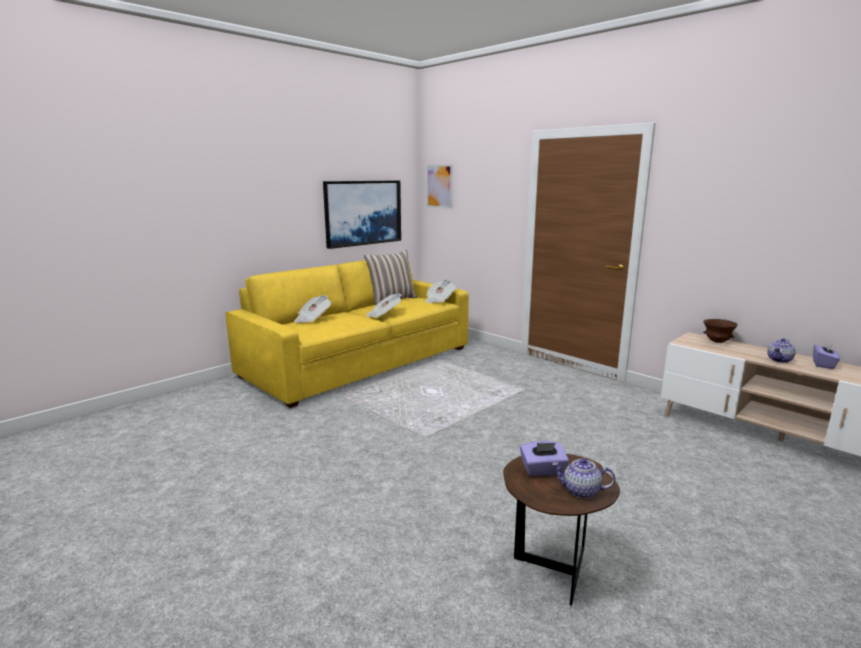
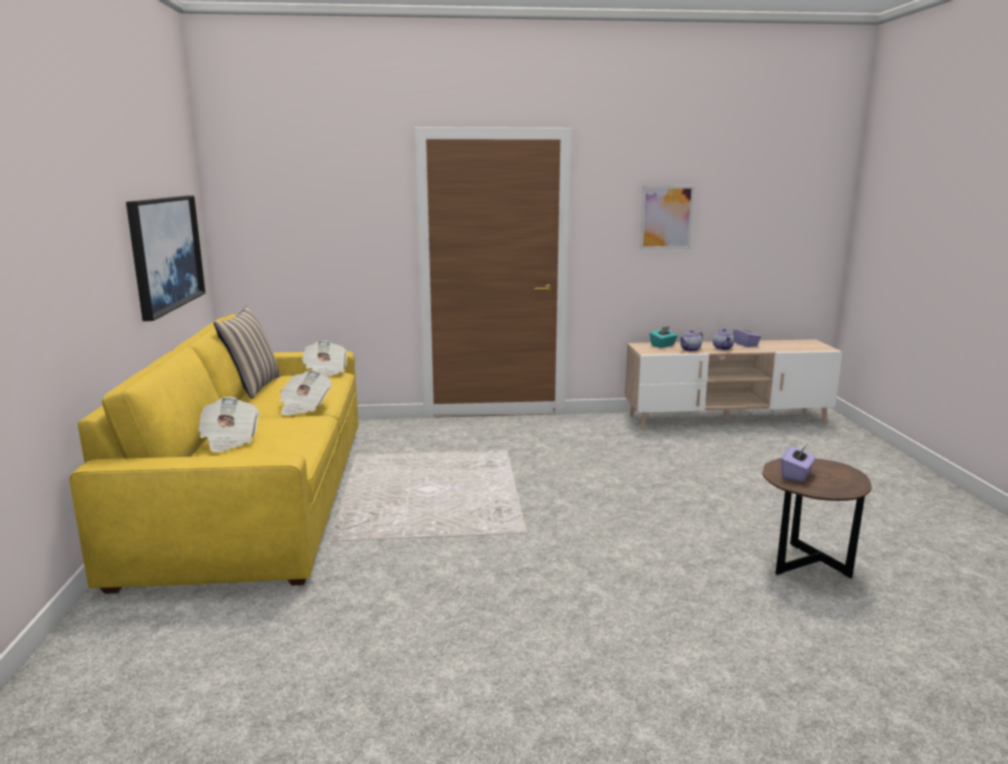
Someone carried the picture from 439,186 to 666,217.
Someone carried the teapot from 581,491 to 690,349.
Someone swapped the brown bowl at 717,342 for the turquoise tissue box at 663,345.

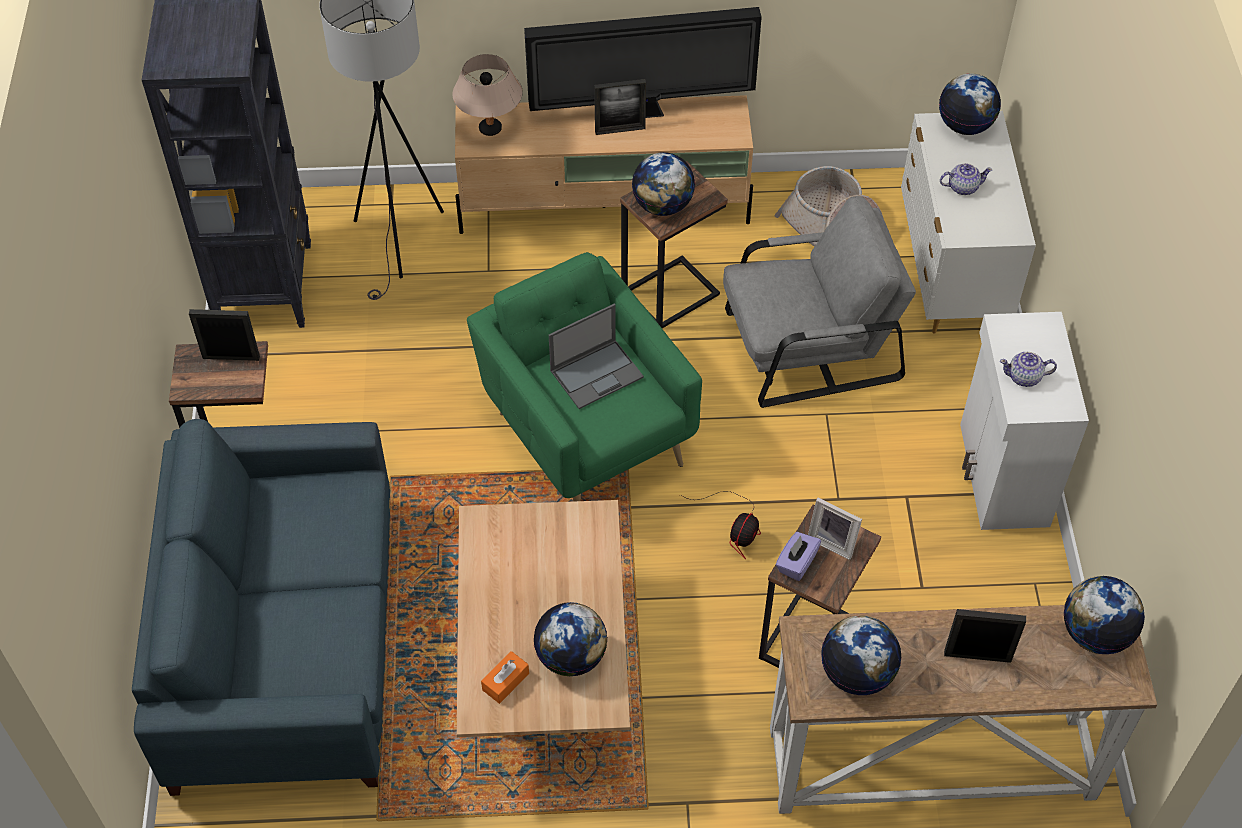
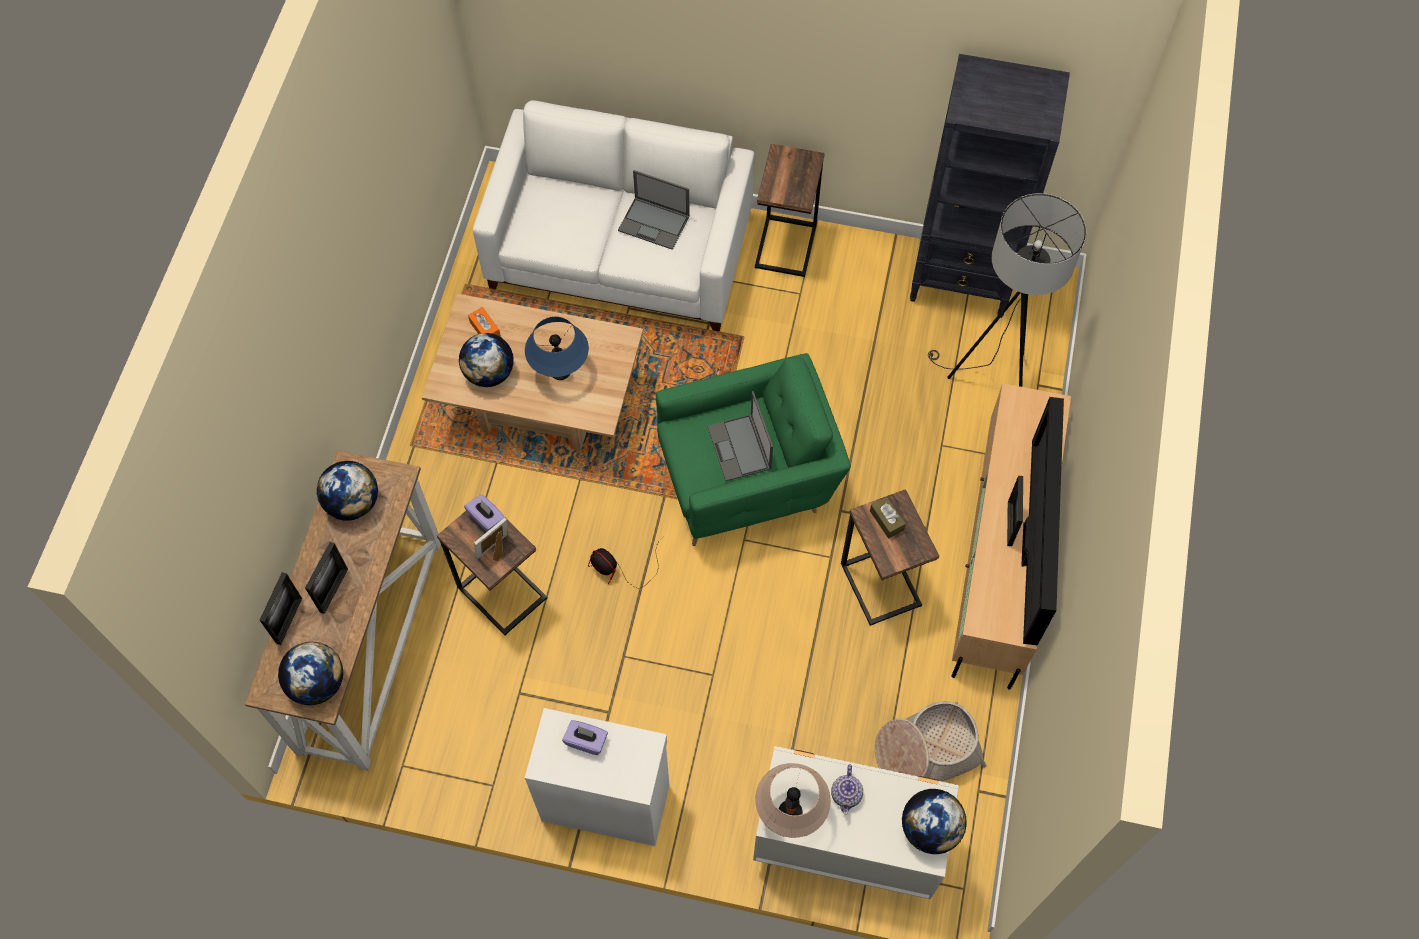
Someone repainted the blue sofa at 288,640, which became the white sofa at 621,252.
Someone carried the picture frame from 231,357 to 289,620.
Someone carried the beige table lamp from 490,128 to 790,812.
Someone swapped the globe at 662,206 for the brown tissue box at 886,520.
Someone took away the grey armchair at 808,345.
Someone swapped the teapot at 1024,377 for the purple tissue box at 586,741.
Someone put down the blue table lamp at 560,371.
Someone put down the laptop at 655,223.

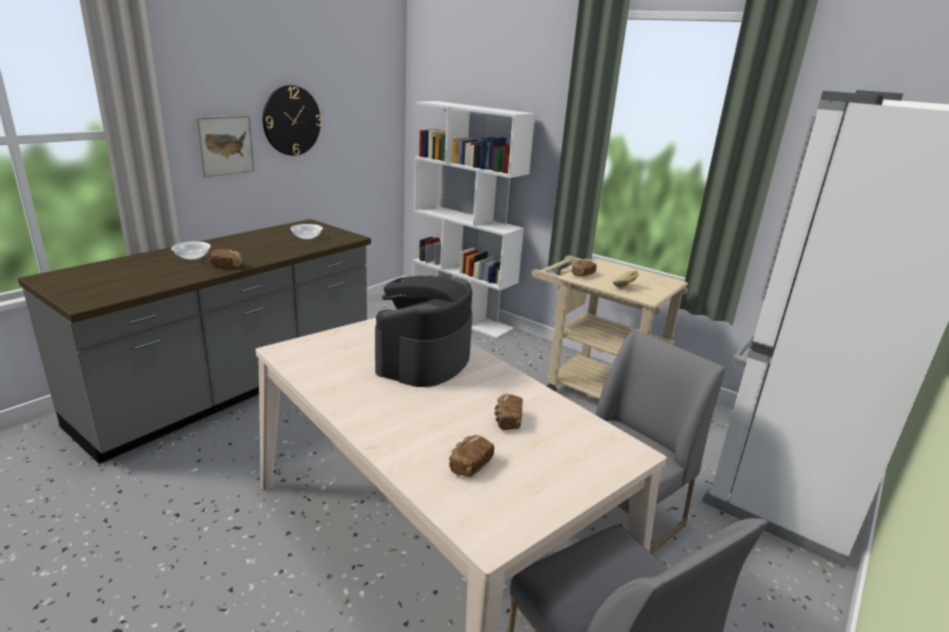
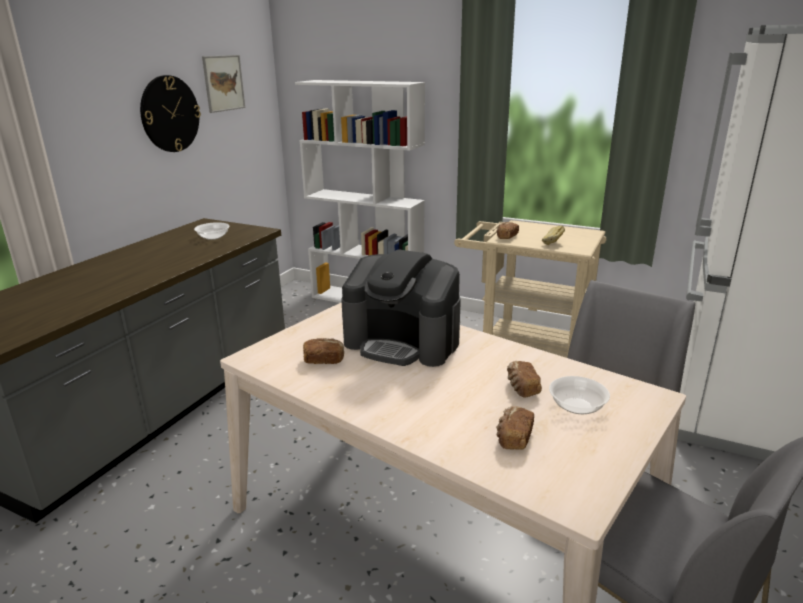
Someone carried the bowl from 192,257 to 577,406.
Someone carried the picture from 225,145 to 223,83.
Someone carried the bread from 227,265 to 324,360.
Someone rotated the coffee machine at 424,359 by 75 degrees counterclockwise.

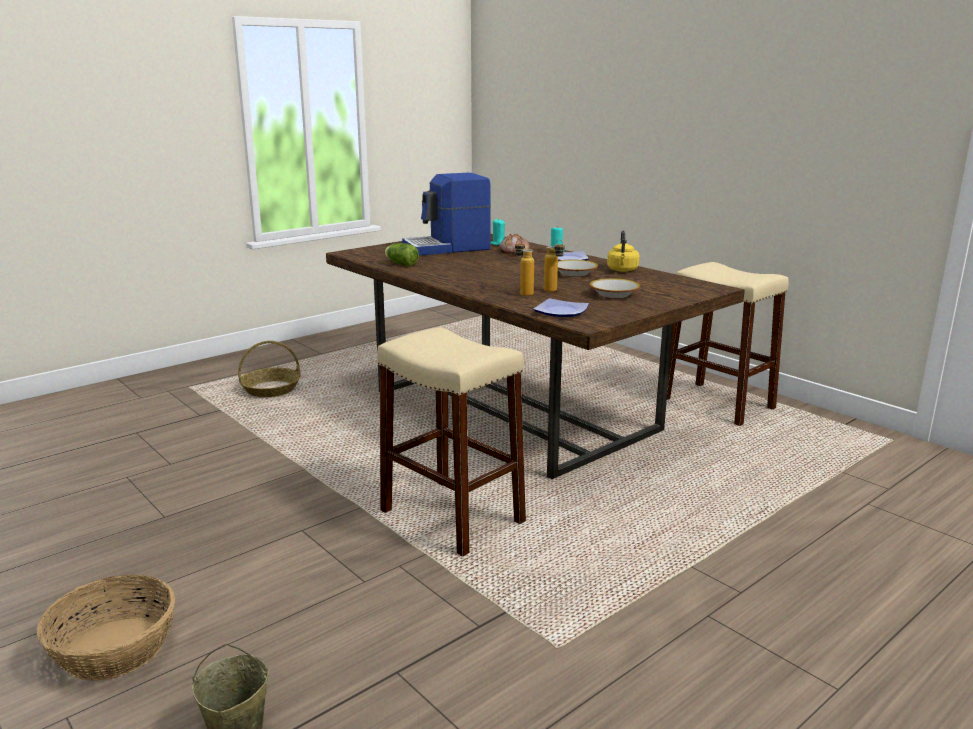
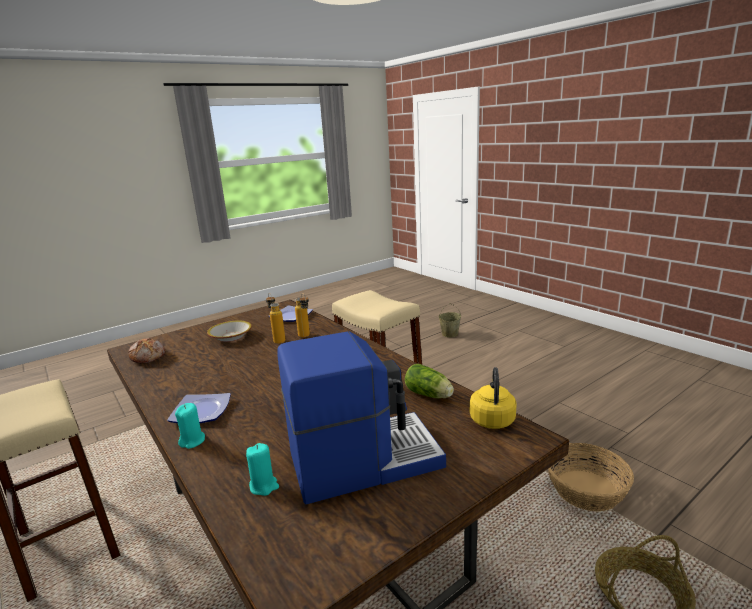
Someone carried the basket from 115,648 to 586,491.
Someone carried the bread from 514,252 to 148,356.
Someone took away the bowl at 574,274.
Someone carried the yellow kettle from 622,270 to 492,419.

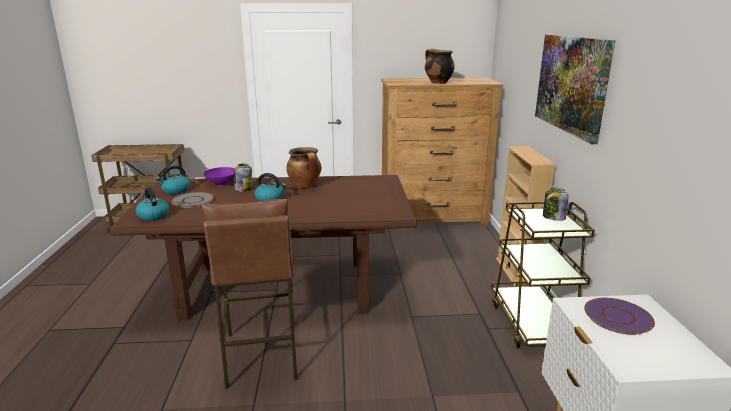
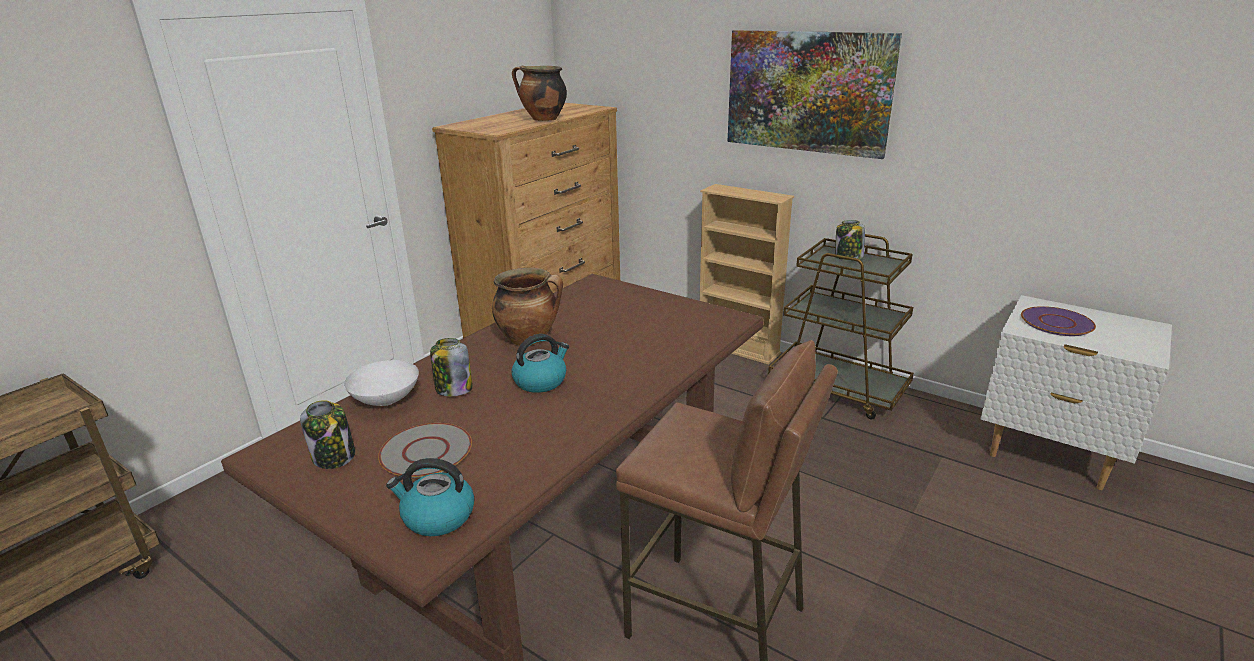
Someone swapped the kettle at 175,190 for the jar at 334,457.
Someone repainted the purple bowl at 221,183, which became the white bowl at 385,400.

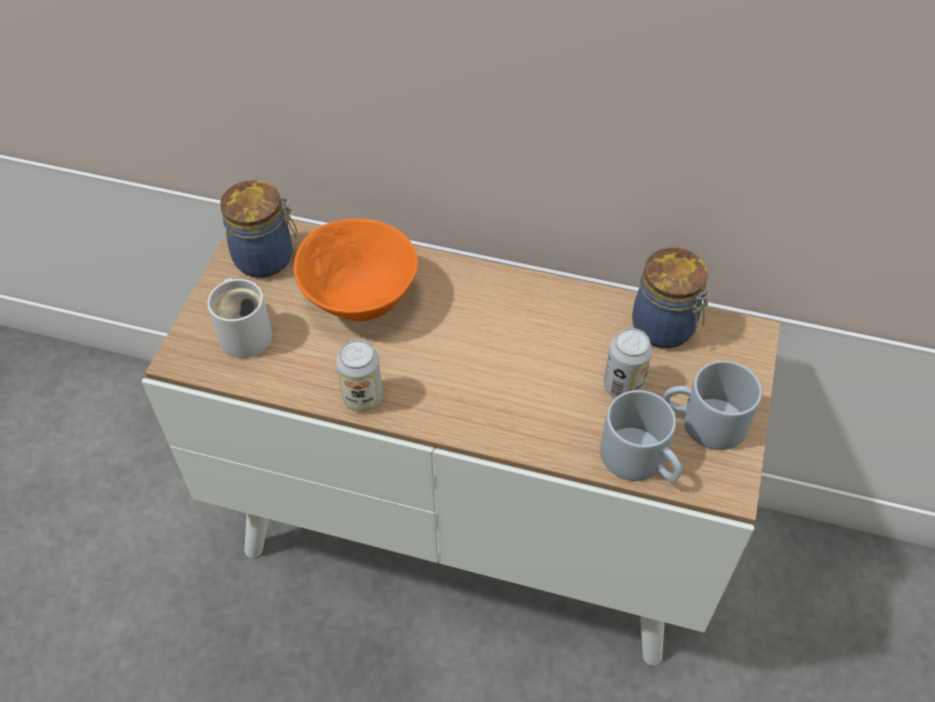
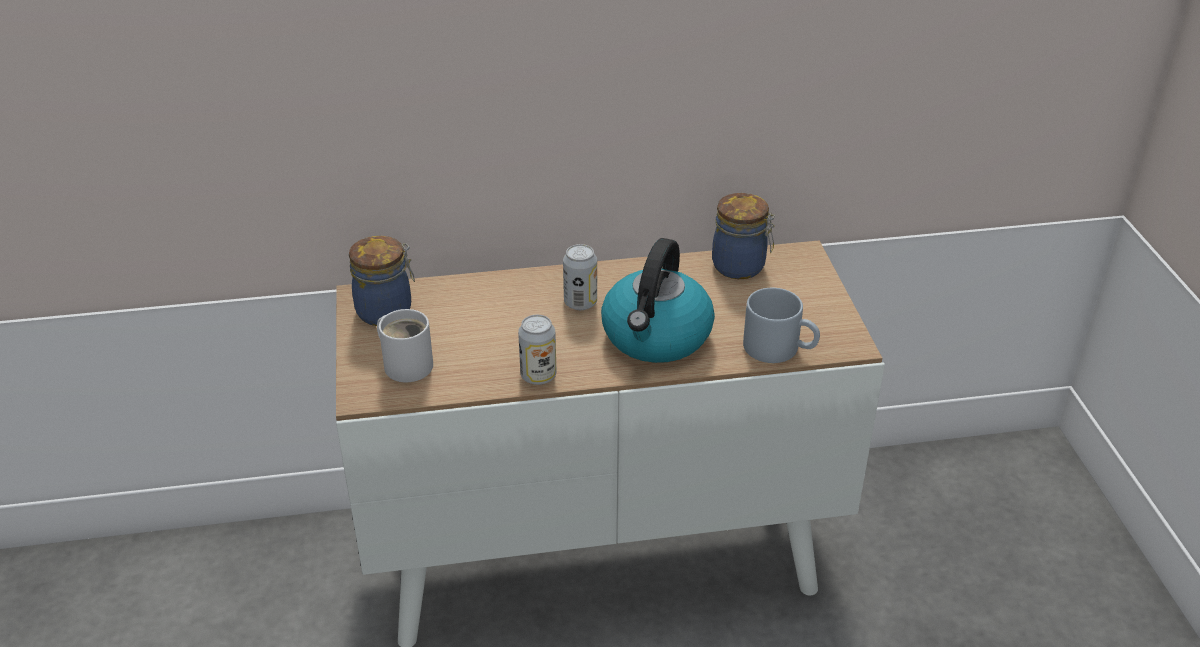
Someone took away the orange bowl at 358,302.
Someone carried the can from 623,386 to 580,303.
Someone took away the grey mug at 703,422.
Someone put down the kettle at 656,337.

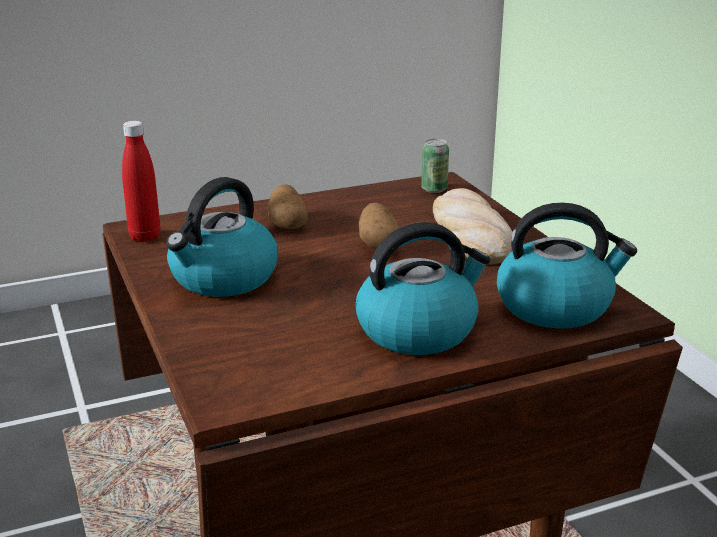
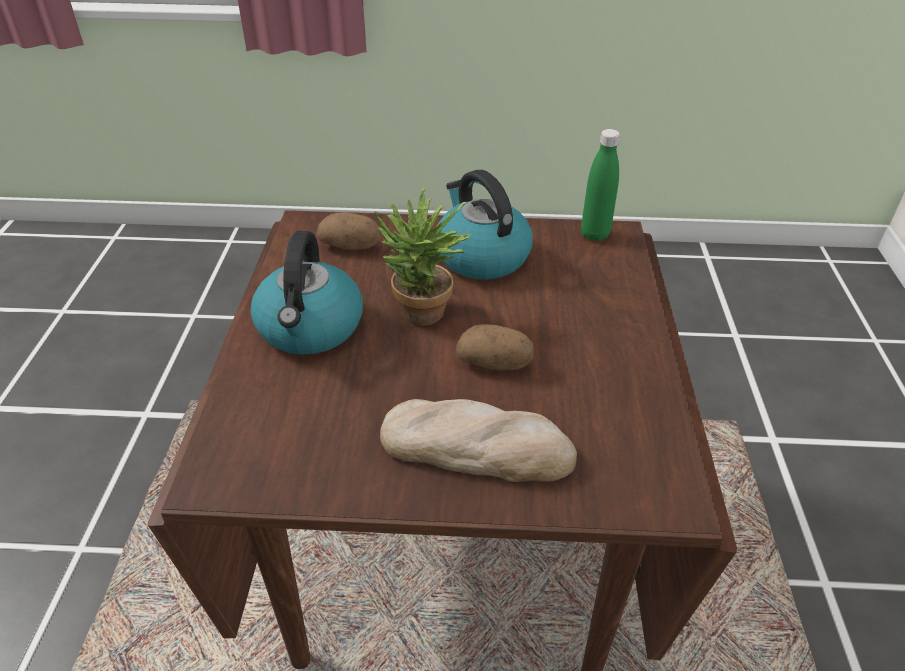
Someone repainted the red bottle at 145,237, which became the green bottle at 594,235.
Someone carried the potato from 287,224 to 350,246.
Someone took away the can at 434,189.
Someone took away the kettle at 555,306.
Someone put down the potted plant at 421,318.

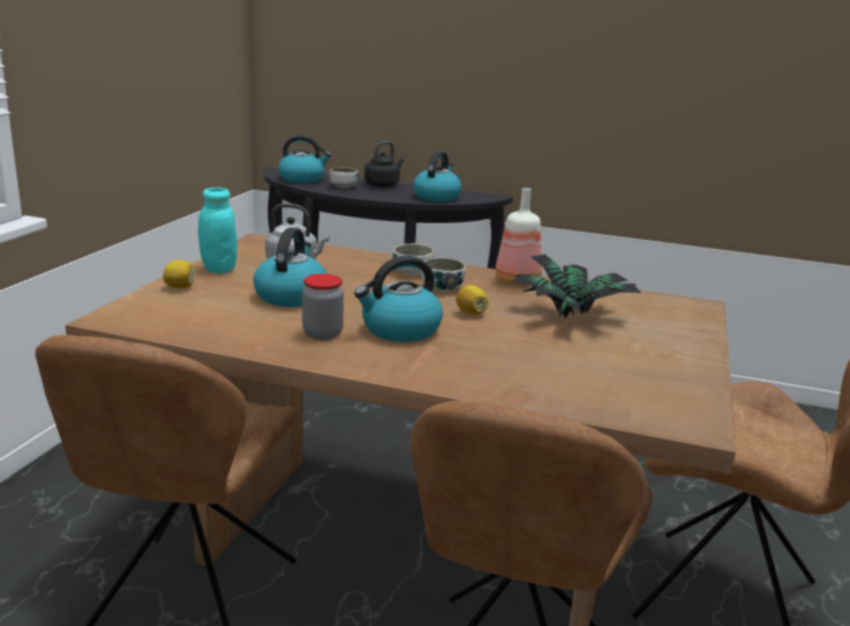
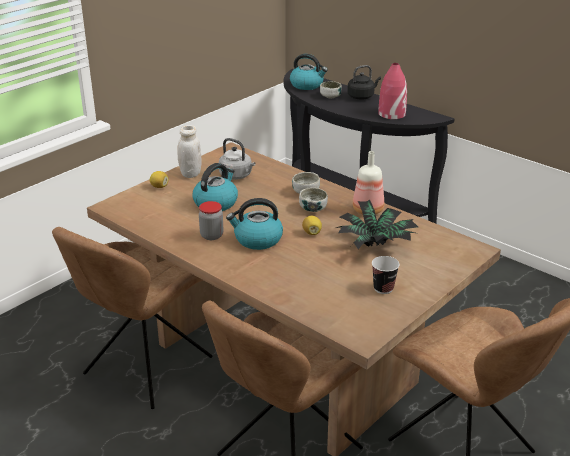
Someone repainted the turquoise jar at 219,269, which became the white jar at 190,174.
Someone swapped the kettle at 436,196 for the red vase at 391,114.
Someone put down the cup at 383,288.

